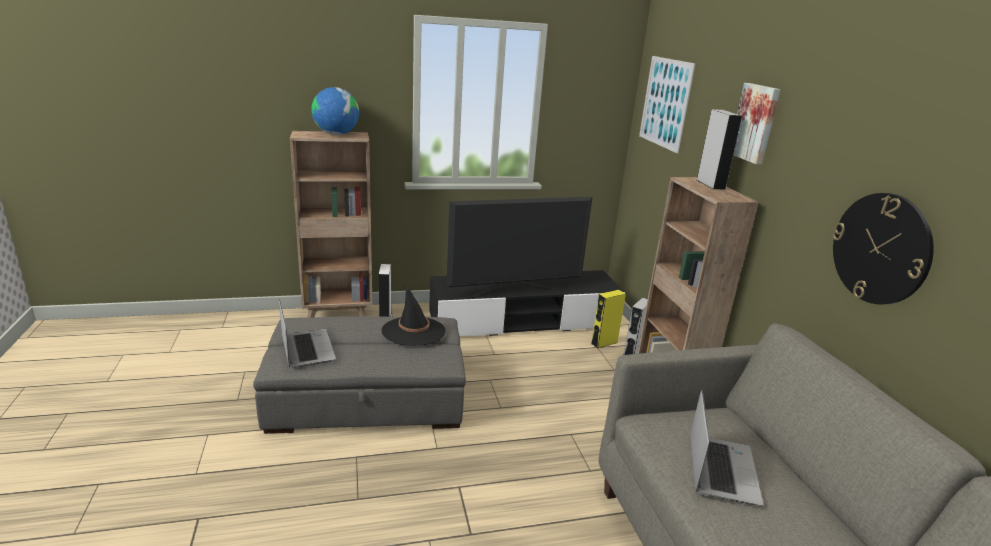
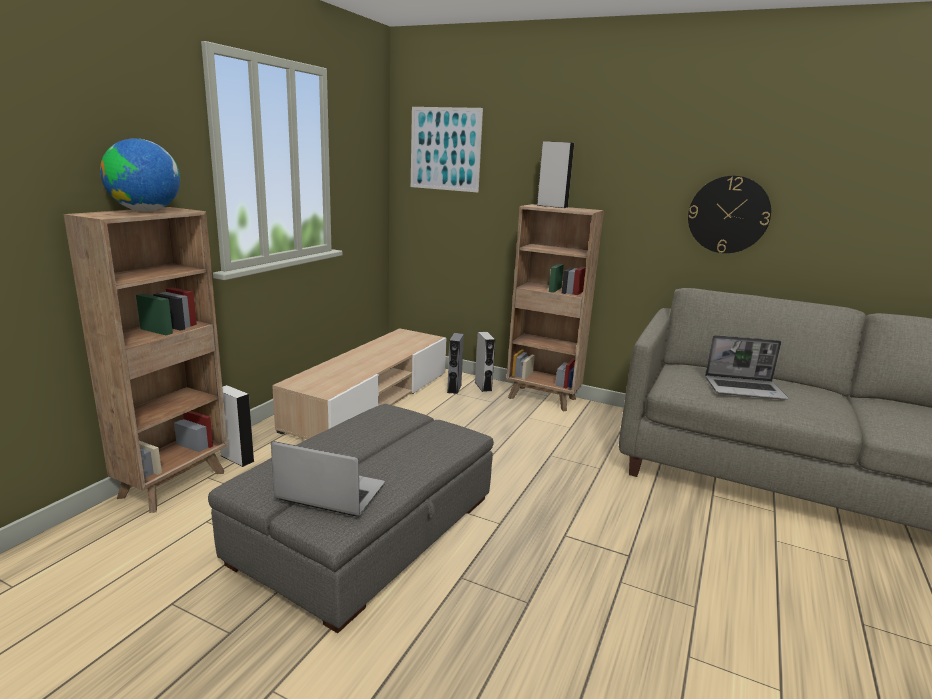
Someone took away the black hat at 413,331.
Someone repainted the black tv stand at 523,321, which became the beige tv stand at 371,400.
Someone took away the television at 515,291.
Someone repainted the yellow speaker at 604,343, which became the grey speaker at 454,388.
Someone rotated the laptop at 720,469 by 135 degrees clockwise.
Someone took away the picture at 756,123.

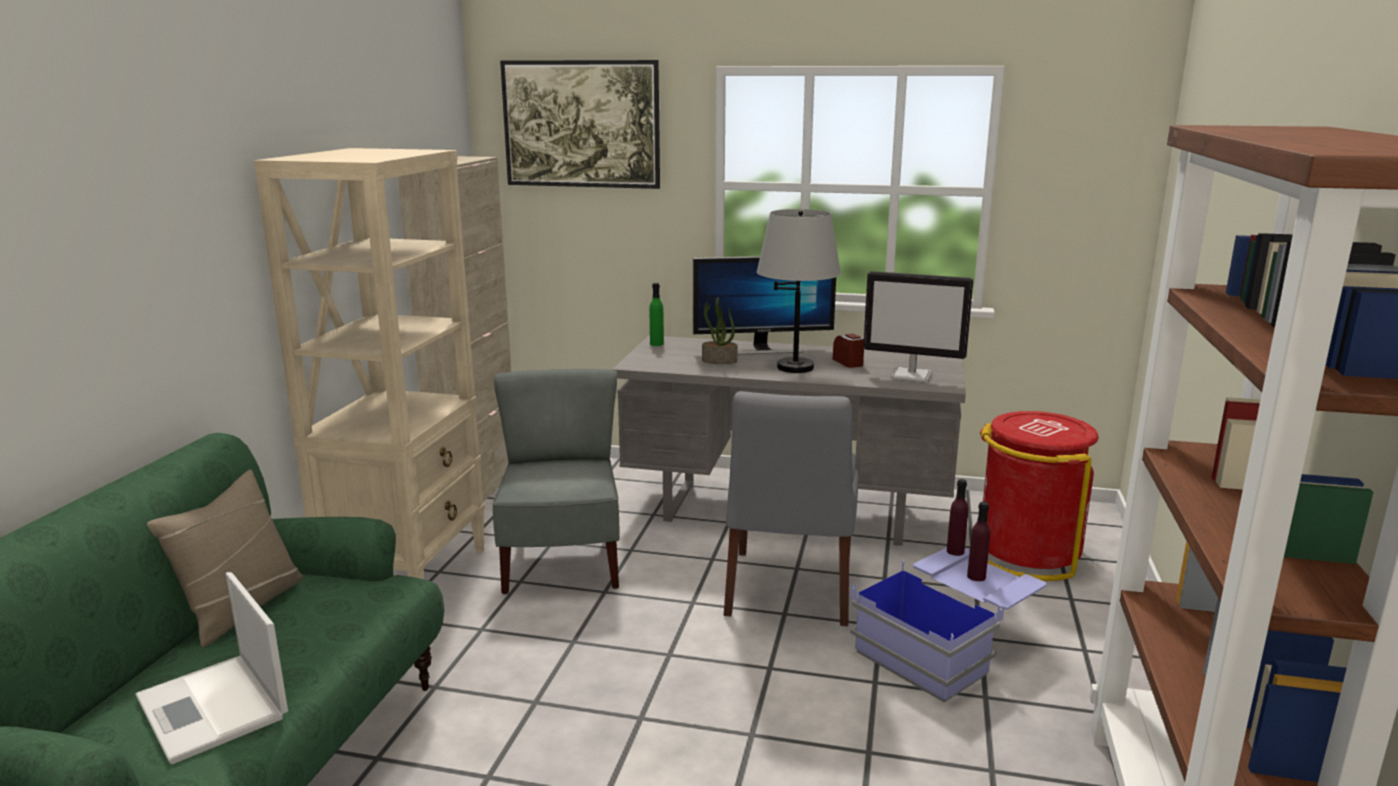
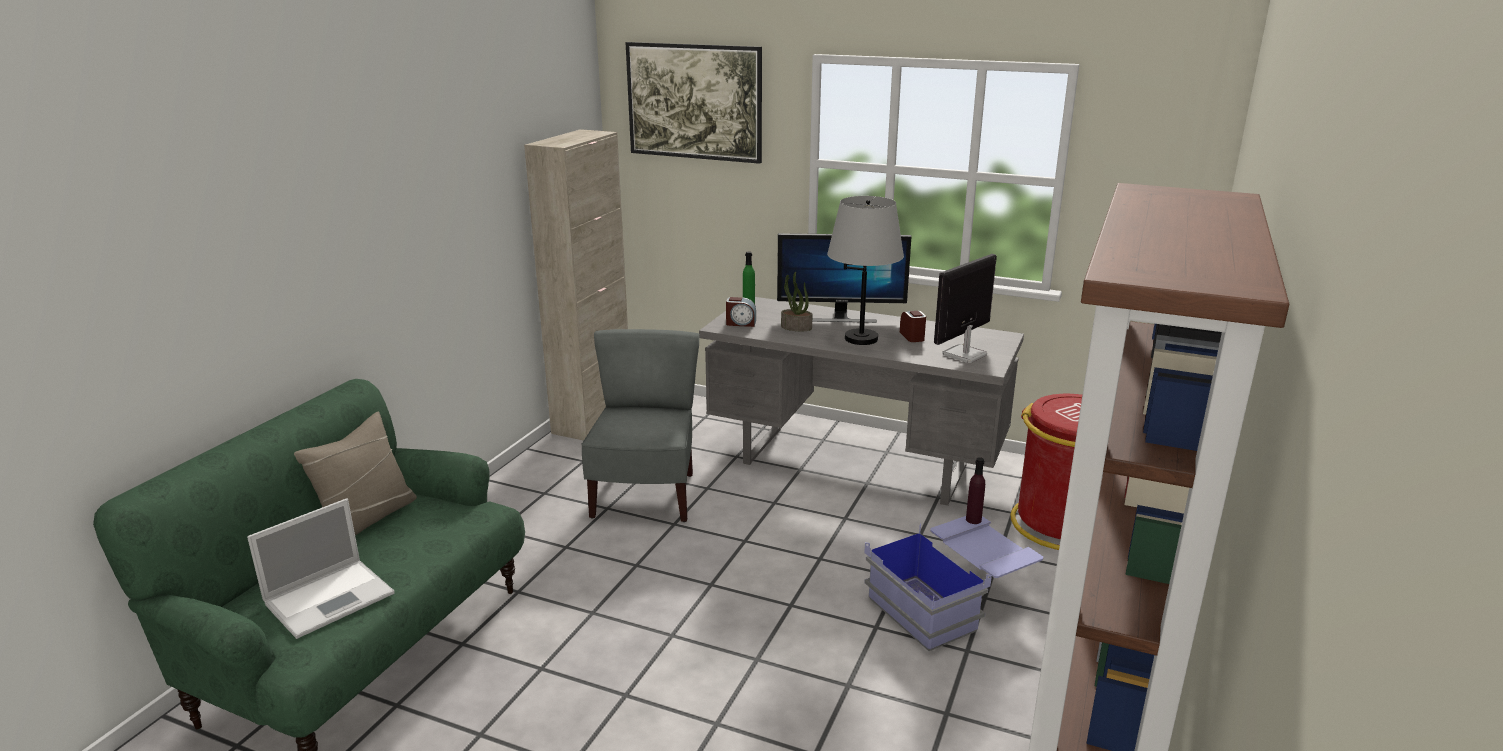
Someone rotated the laptop at 214,708 by 105 degrees counterclockwise.
Someone took away the beige bookcase at 408,574.
Someone took away the grey chair at 789,590.
Someone rotated the monitor at 912,376 by 105 degrees clockwise.
Someone took away the purple bottle at 976,576.
Someone put down the alarm clock at 740,323.

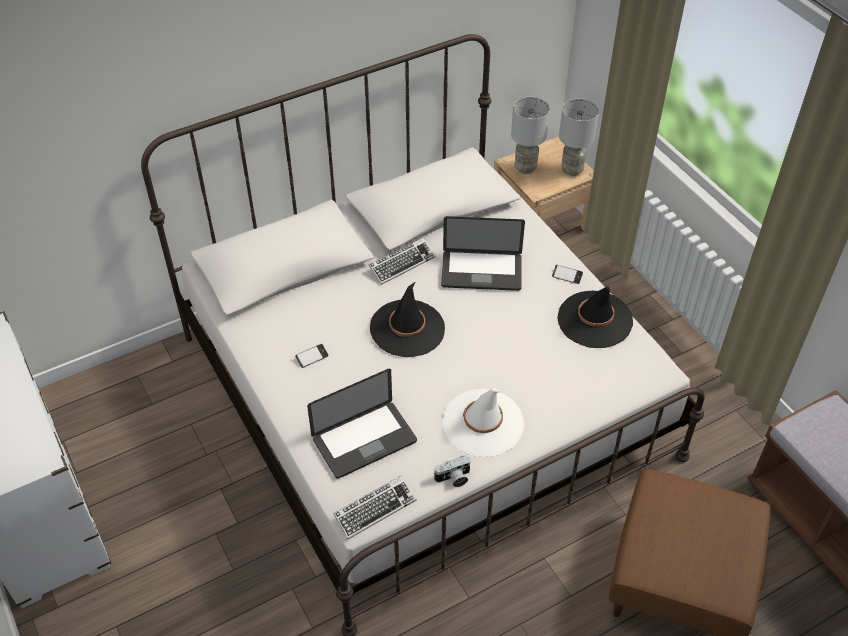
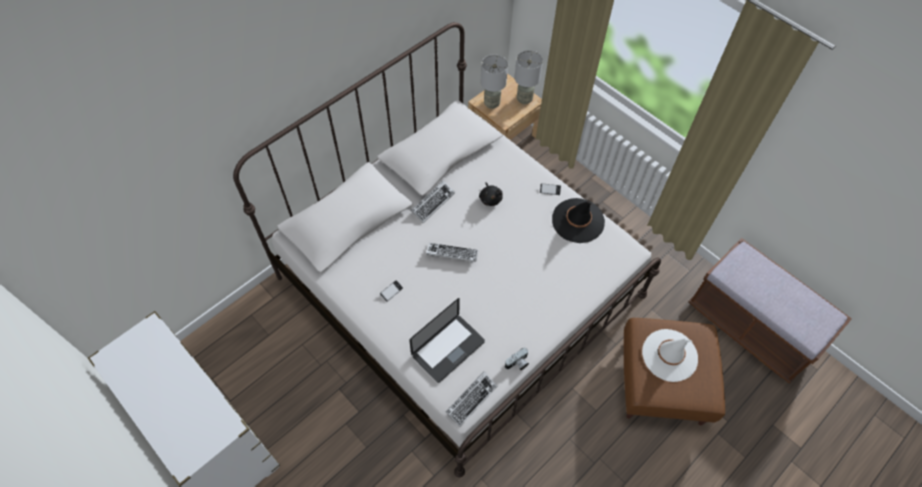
Someone swapped the black hat at 407,328 for the keyboard at 452,254.
Someone swapped the laptop at 481,272 for the black plush toy at 490,198.
Someone carried the white hat from 483,423 to 669,355.

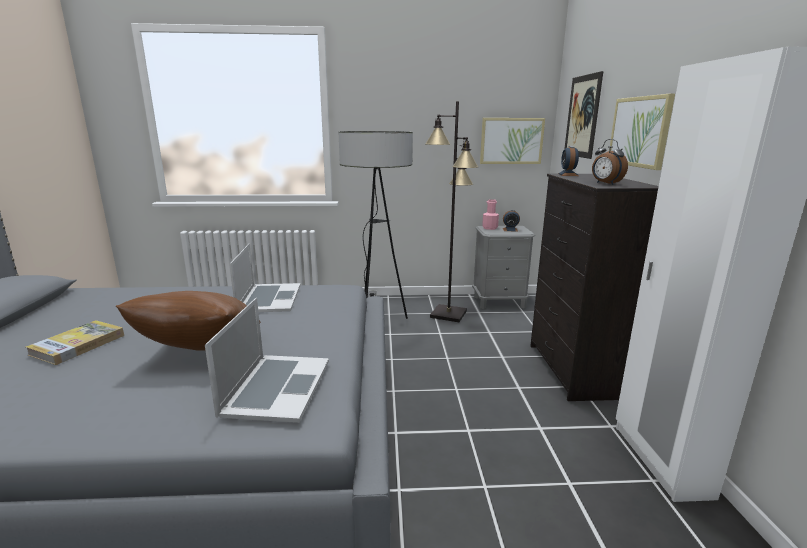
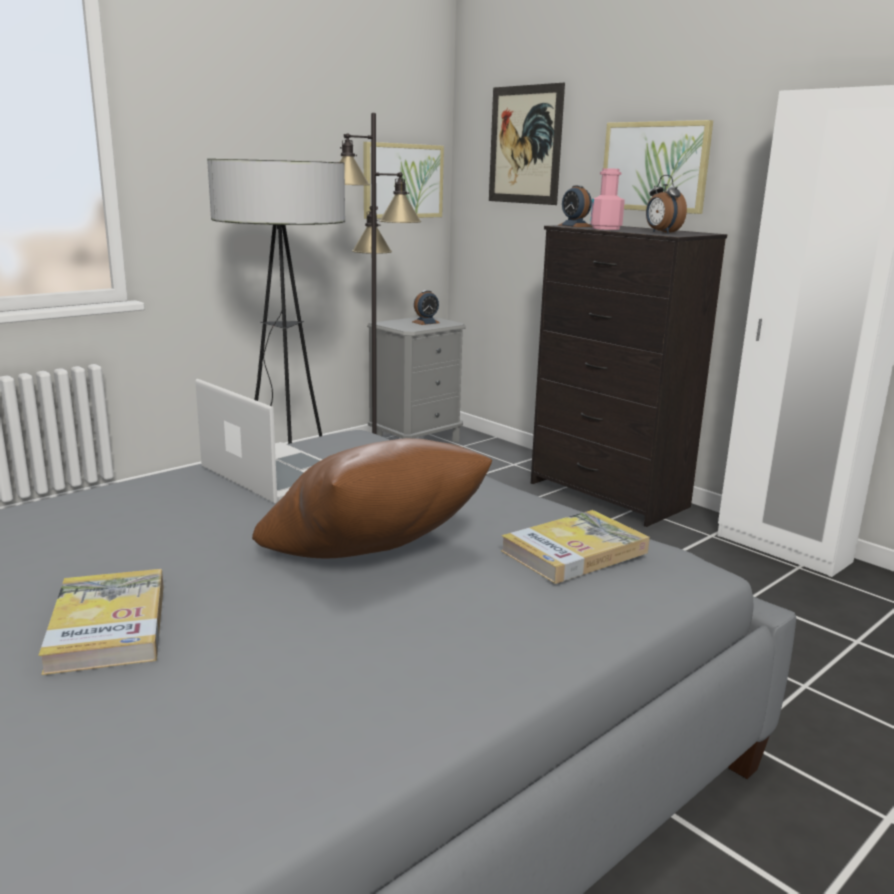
Someone swapped the laptop at 276,386 for the book at 574,552.
Someone carried the pink bottle from 490,228 to 605,228.
Someone rotated the alarm clock at 605,183 by 45 degrees clockwise.

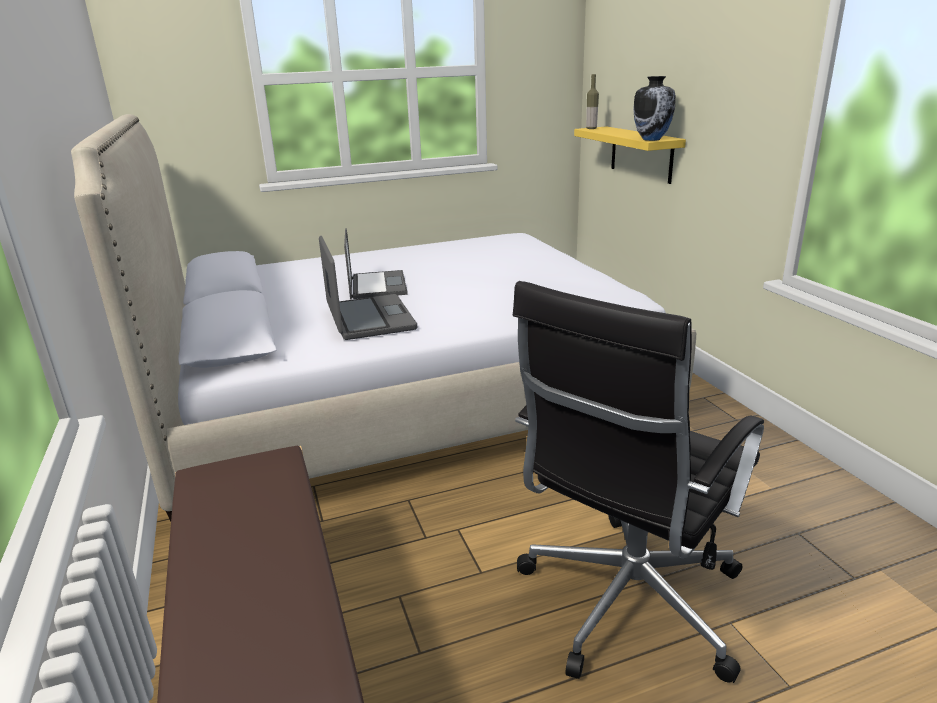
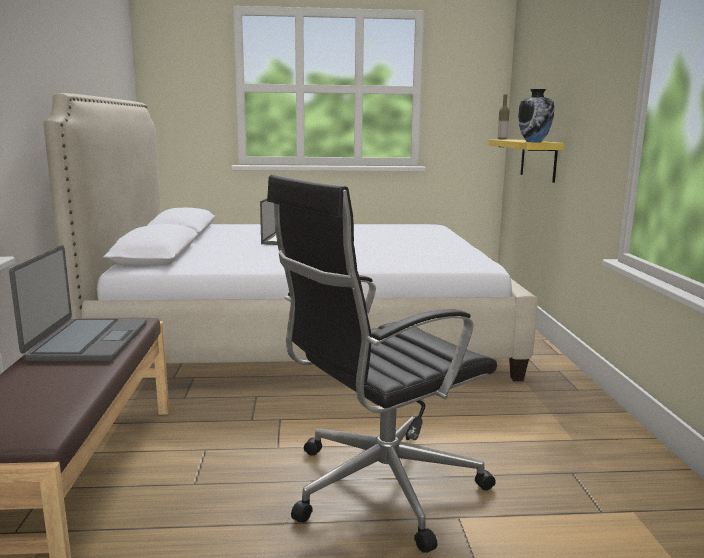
Someone carried the laptop from 369,319 to 87,342.

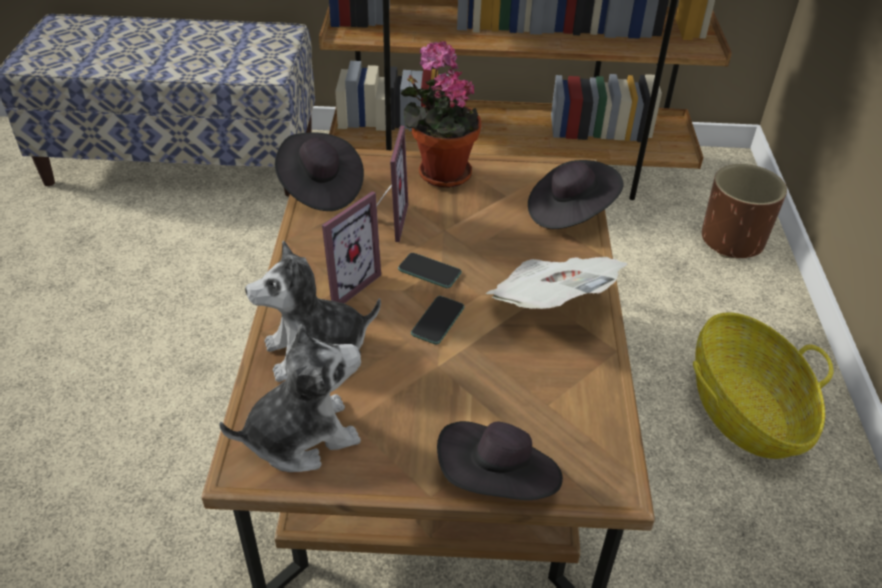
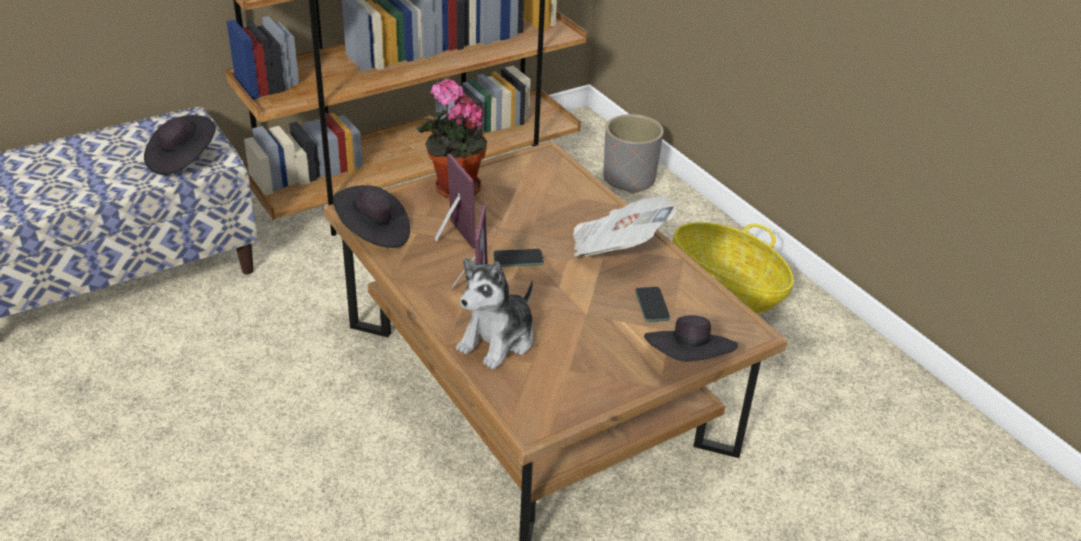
Someone took away the plush toy at 302,436.
Someone carried the phone from 438,321 to 652,305.
Someone carried the black hat from 570,212 to 181,159.
Someone repainted the brown planter at 732,241, which became the grey planter at 629,179.

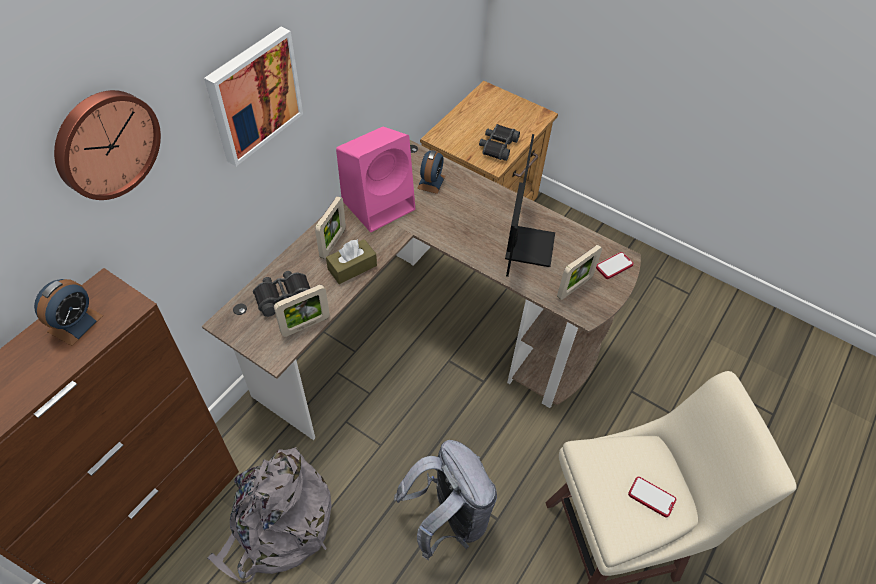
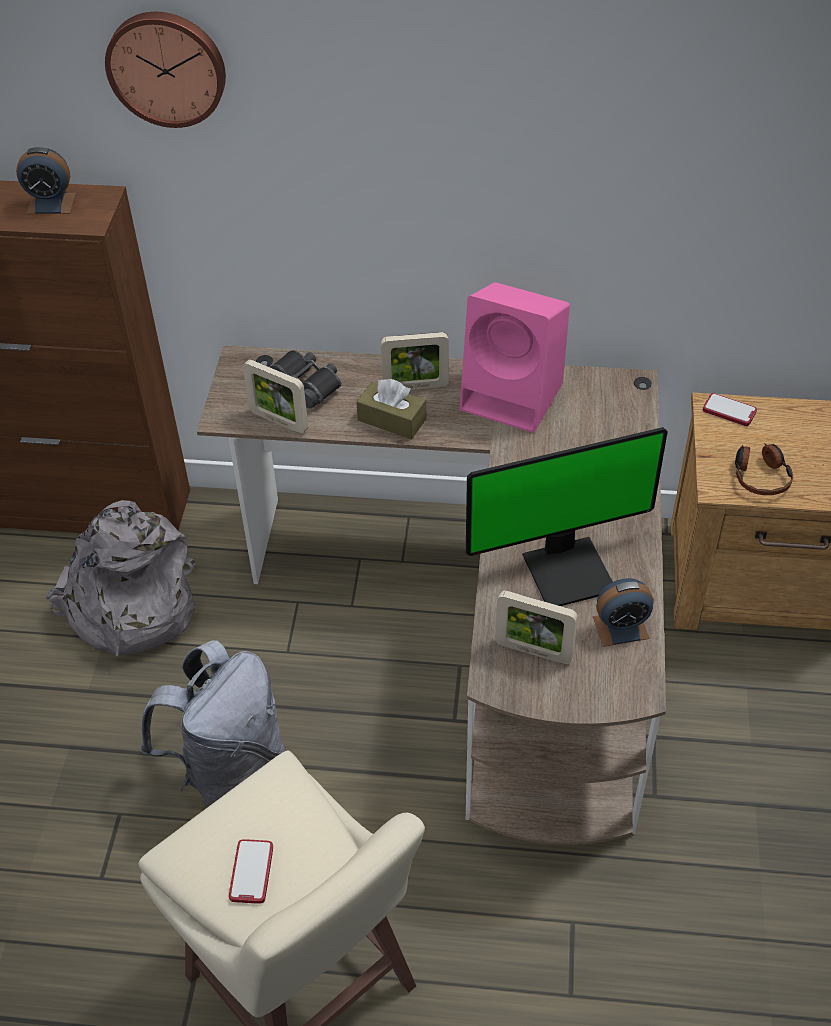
Someone took away the picture at 253,95.
Someone carried the alarm clock from 431,182 to 620,627.
Someone swapped the black binoculars at 497,146 for the headphones at 760,476.
Someone carried the phone from 614,266 to 729,411.

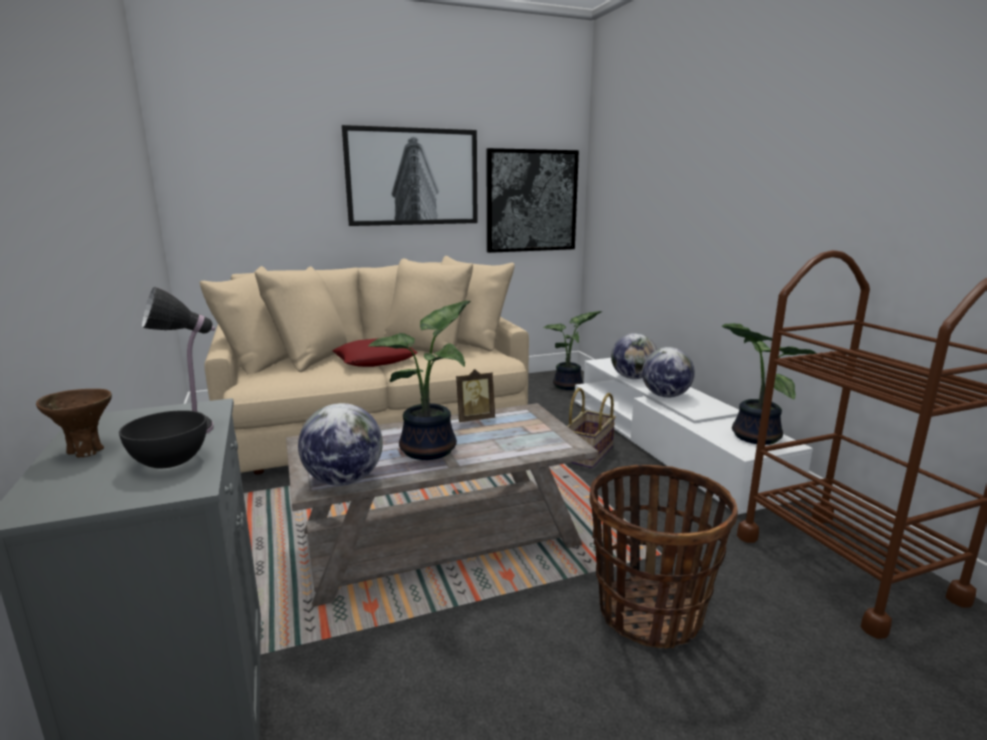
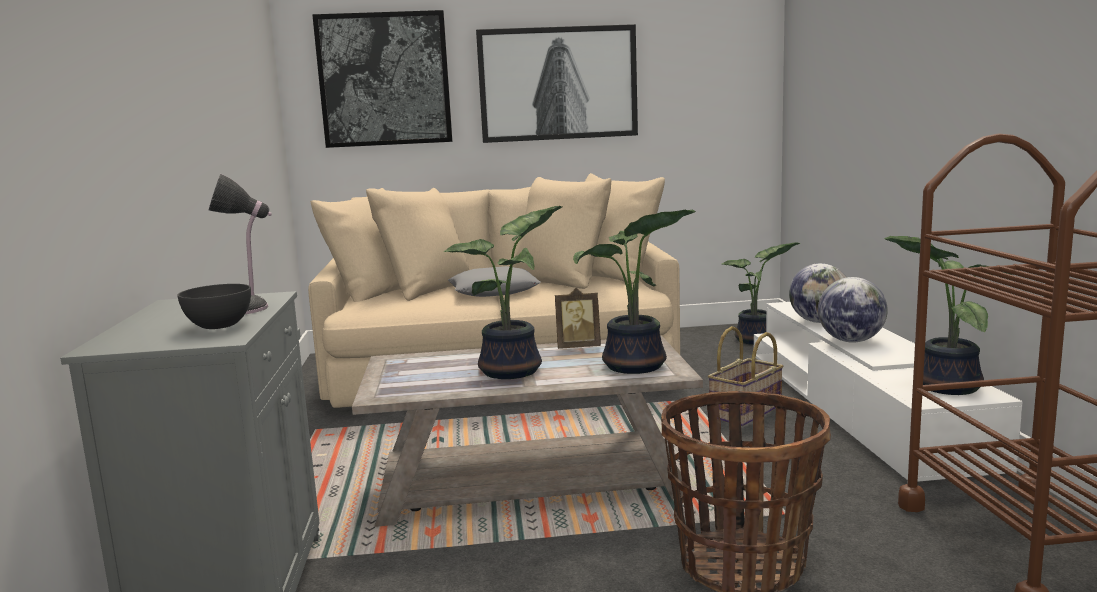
Someone took away the brown bowl at 85,451.
Someone took away the globe at 343,480.
Someone repainted the red pillow at 375,360, which became the grey pillow at 494,291.
Someone carried the picture from 531,201 to 384,79.
Someone put down the potted plant at 634,367.

